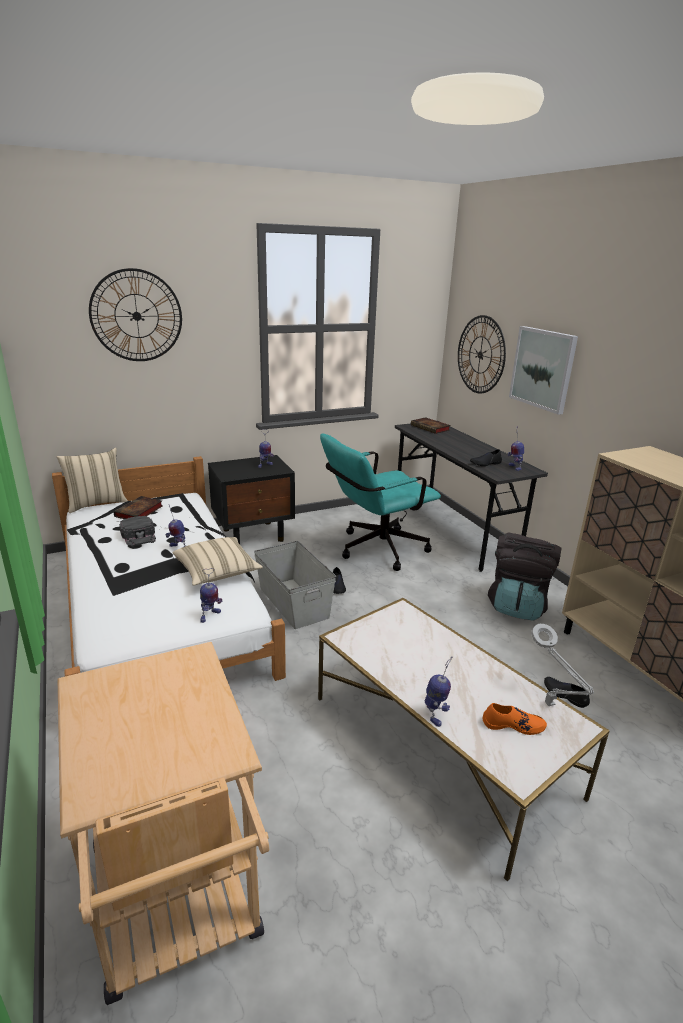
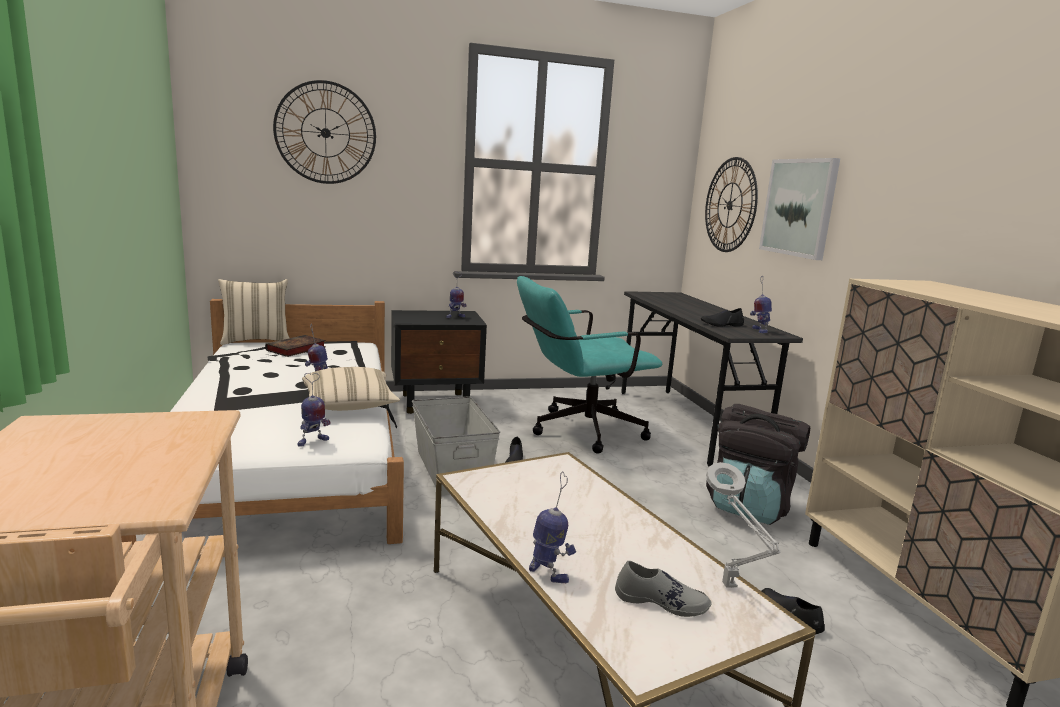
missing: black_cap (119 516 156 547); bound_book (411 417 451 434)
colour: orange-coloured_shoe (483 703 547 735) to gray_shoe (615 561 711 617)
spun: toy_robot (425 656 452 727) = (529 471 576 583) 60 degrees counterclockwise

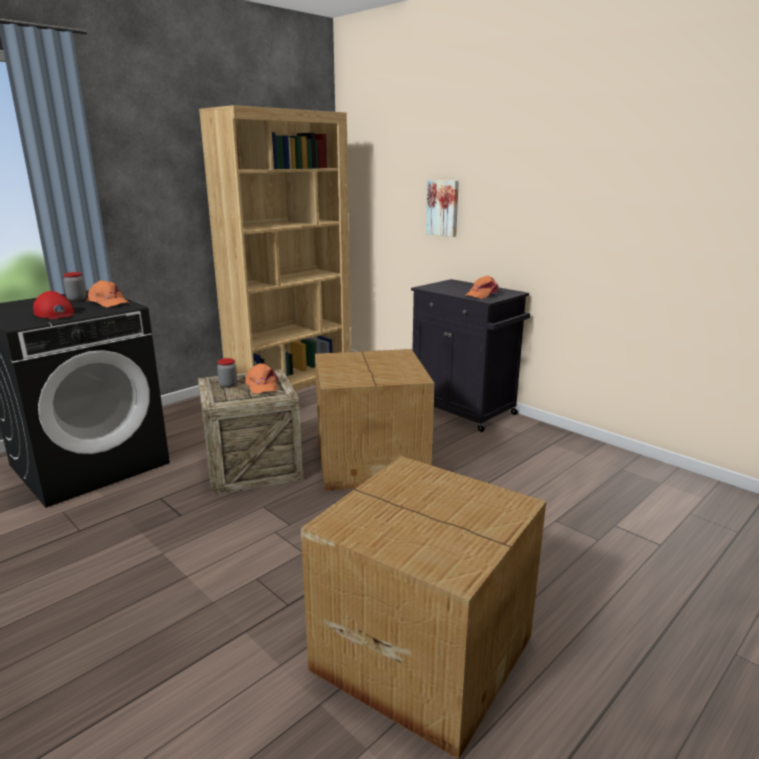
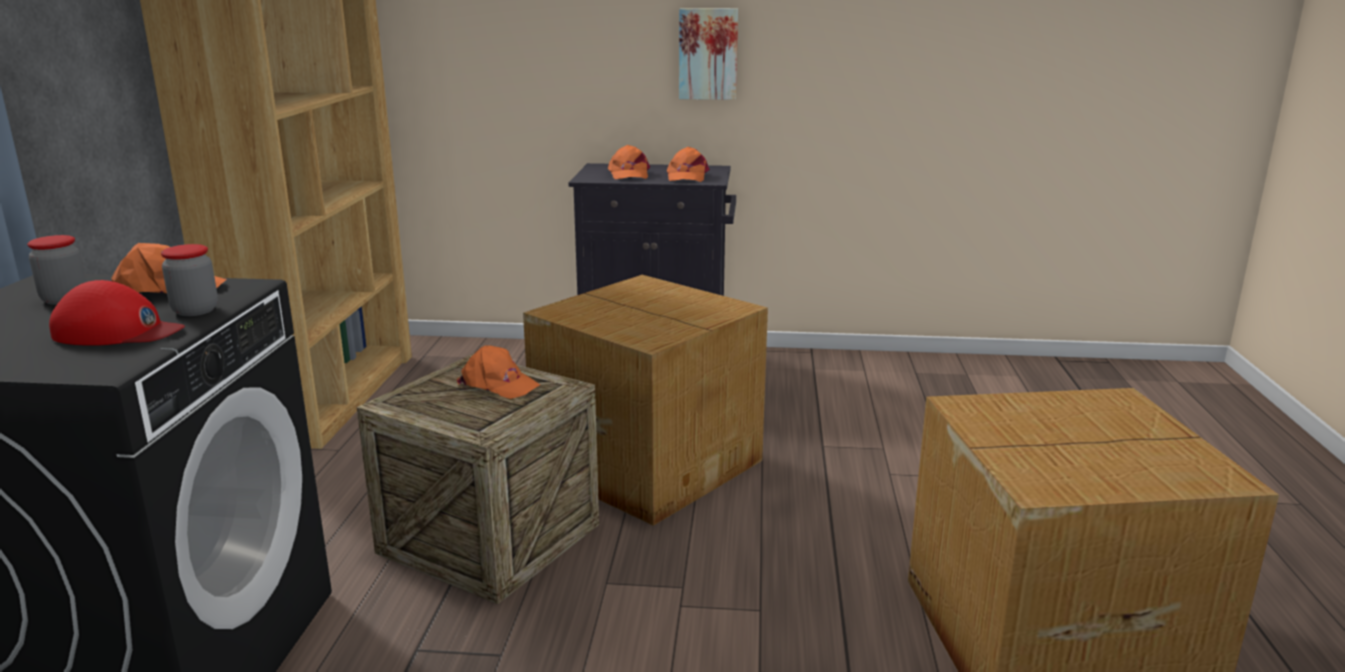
appeared: orange-coloured_cap (608 145 650 179)
relocated: preserve_jar (217 358 237 388) to (161 244 218 316); wall_picture (426 180 459 237) to (679 8 738 100)

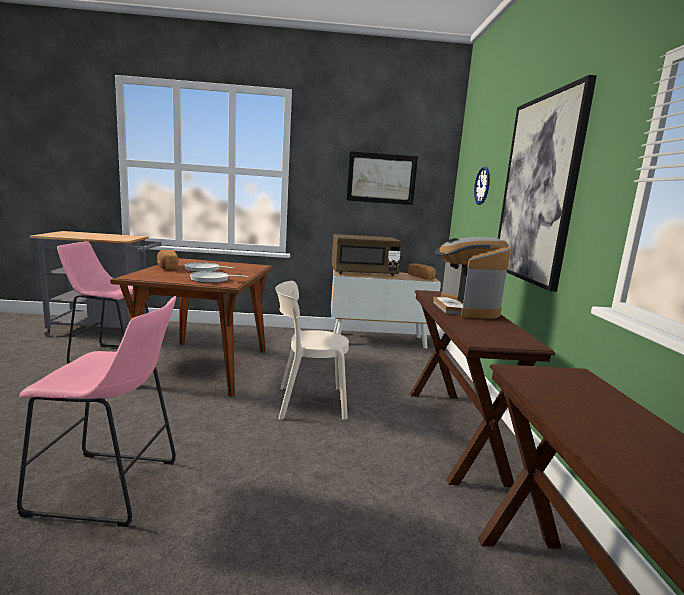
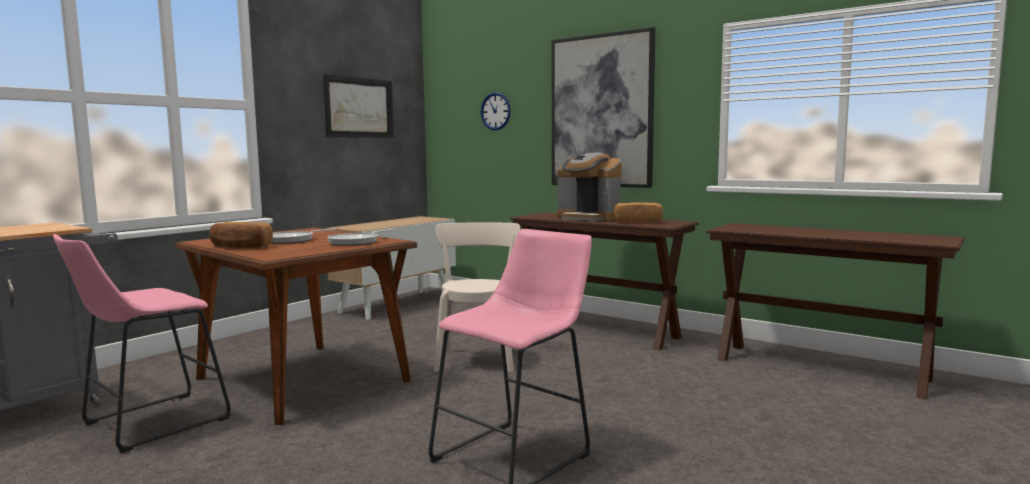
missing: brownish_kitchen_microwave (332 234 402 276)
relocated: bread (408 263 436 280) to (614 202 663 222)
spun: sand-coloured_upright_chair (275 281 349 420) = (434 222 520 372) 150 degrees clockwise

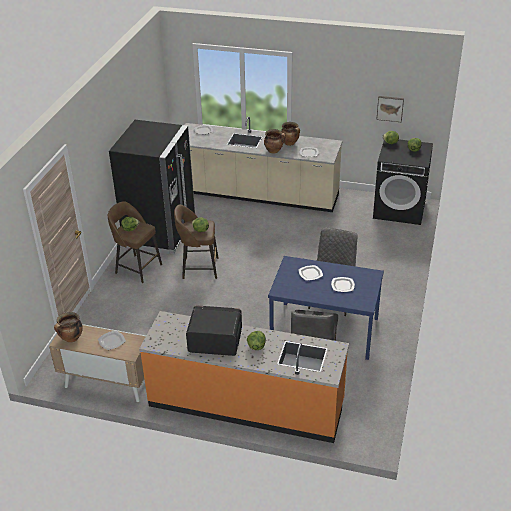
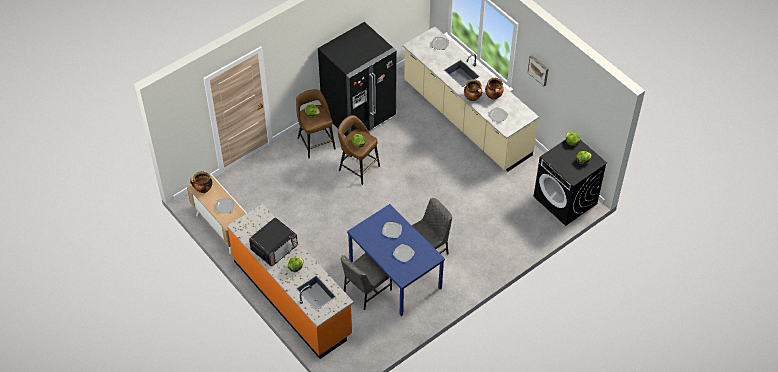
relocated: wall_picture (376 96 404 122) to (528 55 548 86)
spun: kitchen_microwave (186 305 242 356) = (249 218 298 267) 90 degrees clockwise

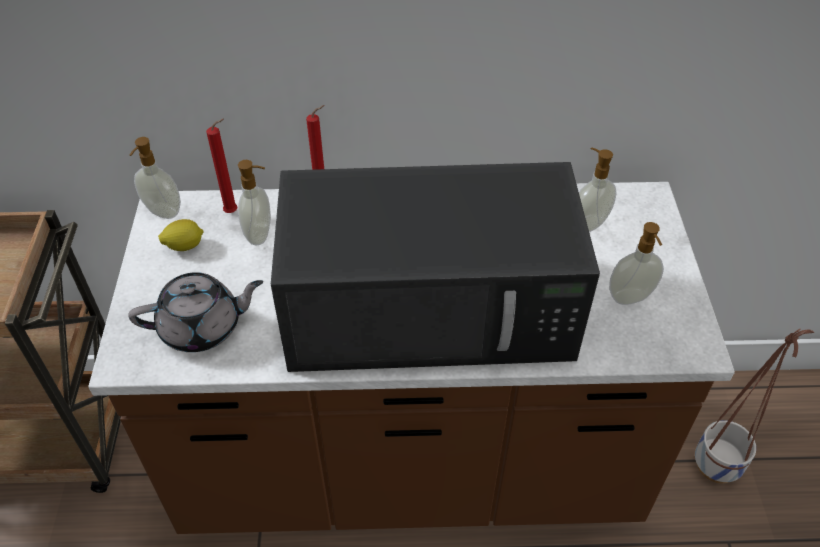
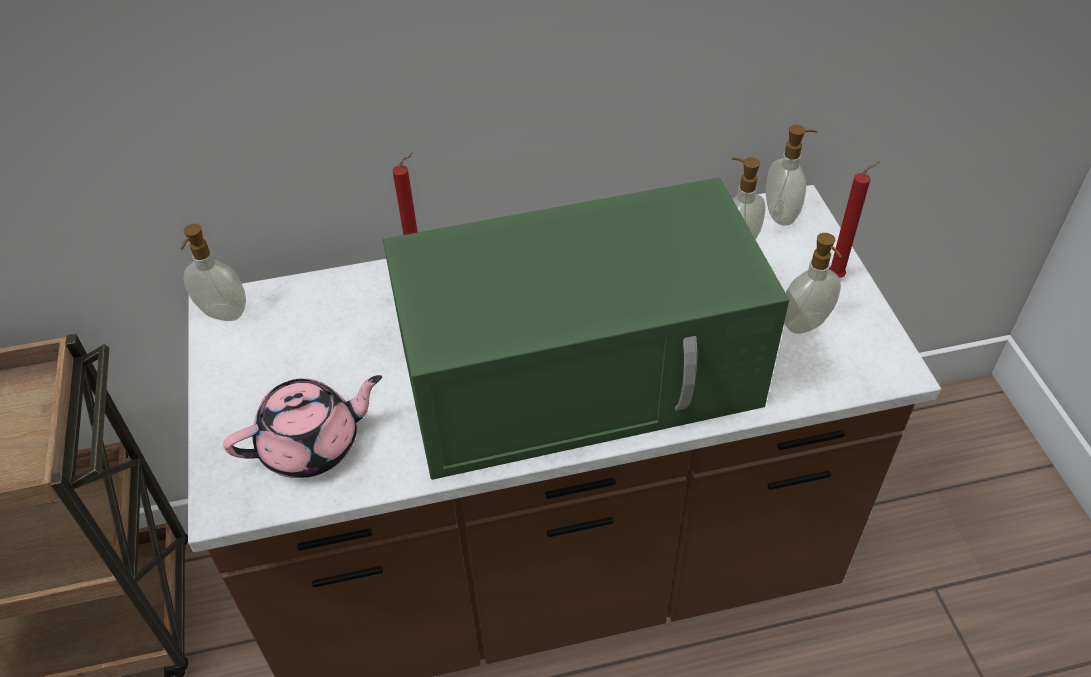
missing: whole_lemon (158 219 204 251); plant_pot (695 329 815 484)
relocated: reddish_candle (206 119 238 213) to (829 161 880 278); liquid_soap_bottle (238 160 271 245) to (765 125 817 226)
colour: gray_pot_for_tea (128 272 263 352) to pink-coloured_pot_for_tea (223 375 382 478); black_kitchen_microwave (271 162 600 372) to greenish_kitchen_microwave (383 177 789 480)

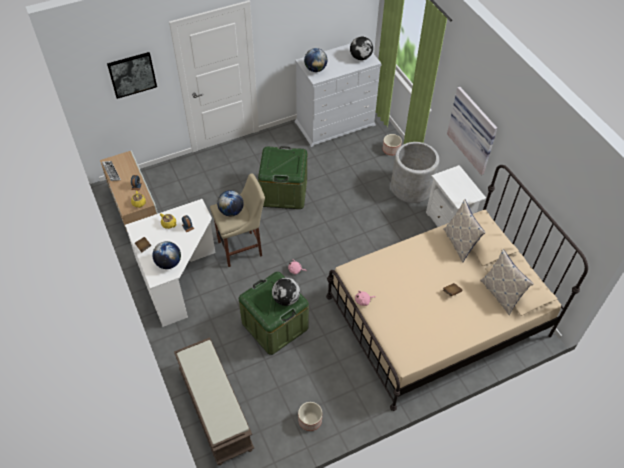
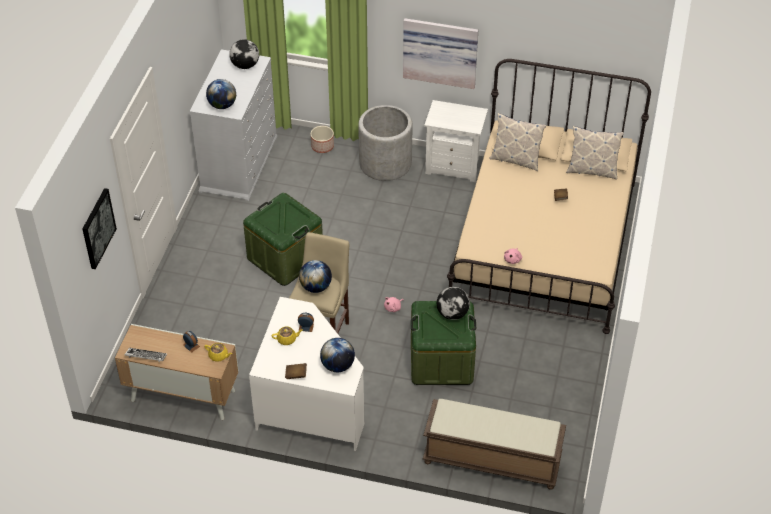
missing: plant_pot (298 402 322 431)

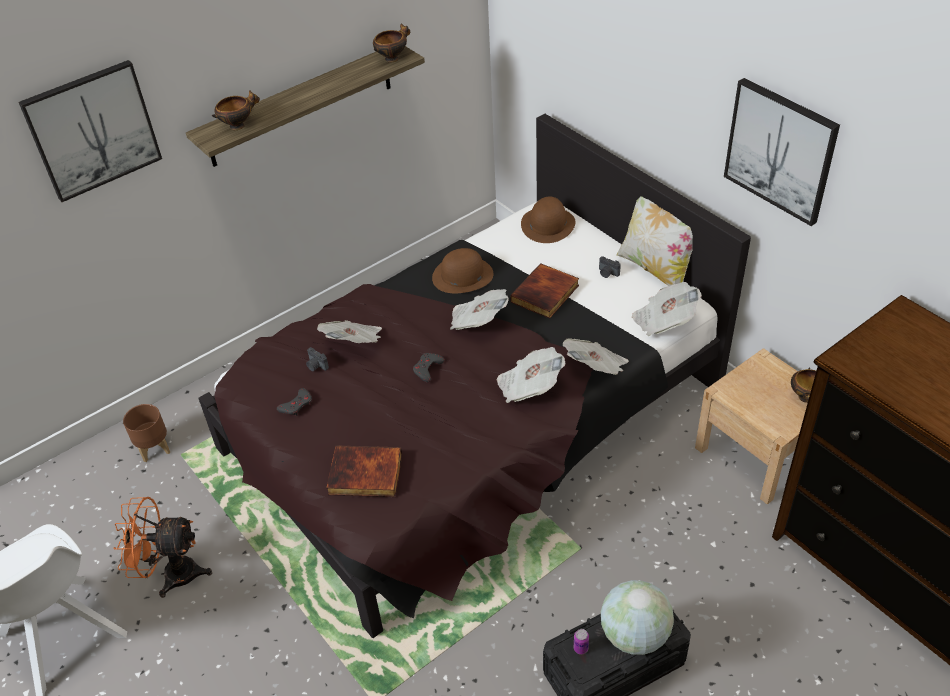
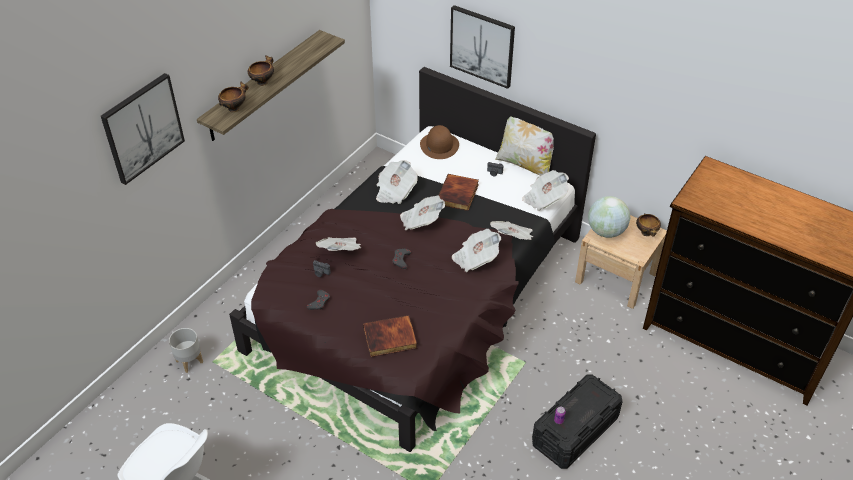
missing: orange-coloured_electric_fan (113 497 212 598)
relocated: serving_bowl (373 23 410 63) to (248 55 274 86); globe (601 580 674 655) to (588 196 631 238); wall_picture (724 78 840 226) to (450 5 515 89)
exchanged: brownish_wearable_hat (432 248 493 293) to daily_paper (376 160 418 204)
colour: brownish_plant_pot (123 404 170 462) to gray_plant_pot (169 328 203 373)

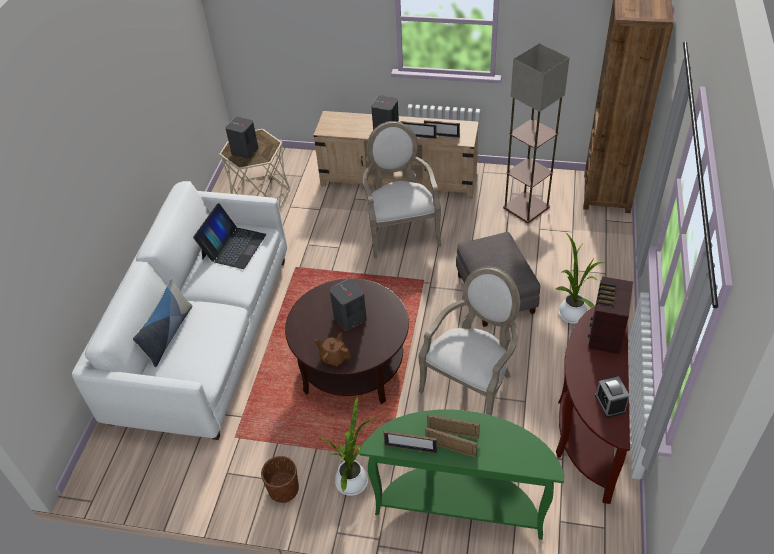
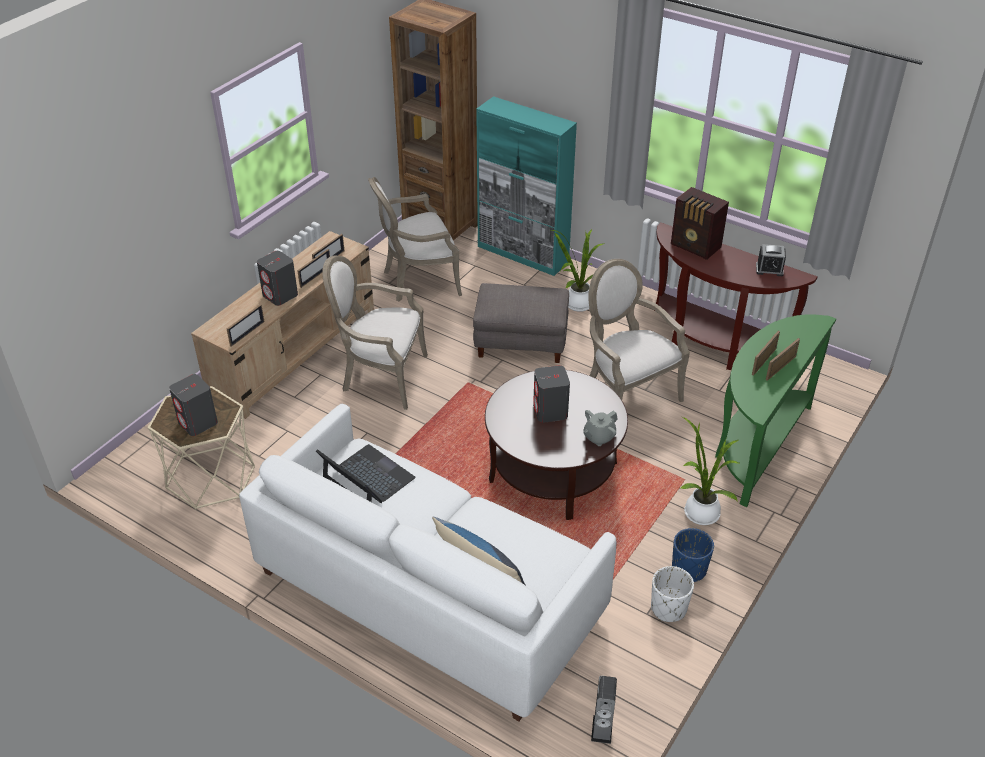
appeared: turquoise_cupboard (476 96 577 276); loudspeaker (591 676 617 744); white_plant_pot (651 566 694 622)
relocated: standing_frame (383 431 437 454) to (227 304 264 347)
exchanged: standard_lamp (503 43 570 223) to lounge_chair (368 177 462 301)
colour: brownish_plant_pot (261 456 299 503) to blue_plant_pot (672 528 714 582); brownish_pot_for_tea (314 332 351 366) to gray_pot_for_tea (583 410 618 446)

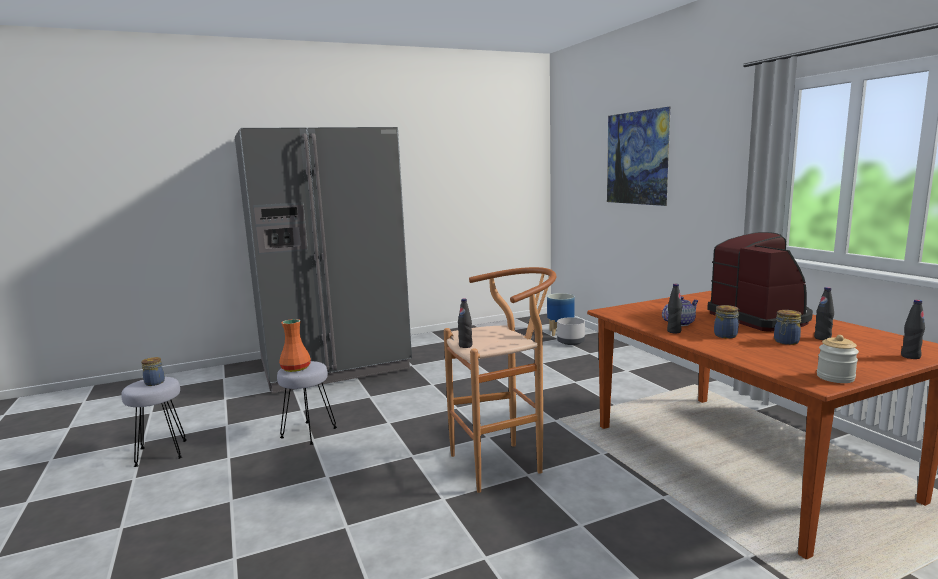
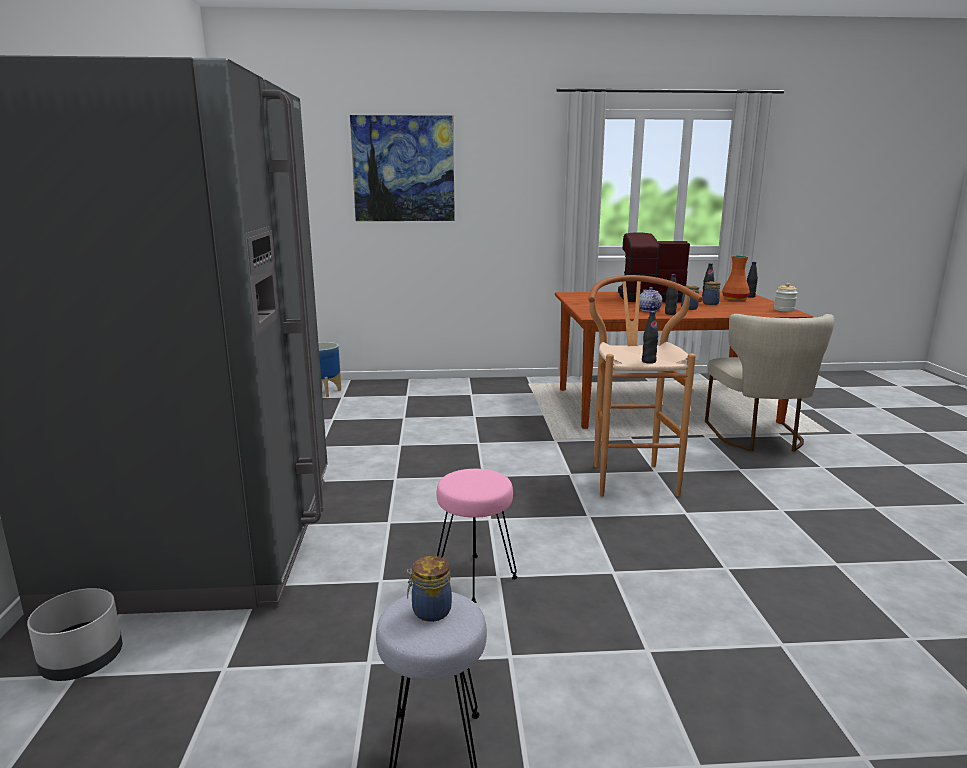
appeared: sand-coloured_upright_chair (705 314 835 451)
relocated: orange-coloured_flower_vase (279 319 311 372) to (722 255 750 300); gray_plant_pot (557 317 585 345) to (27 588 122 681)
colour: gray_stool_seat (277 361 337 445) to pink-coloured_stool_seat (437 469 518 603)

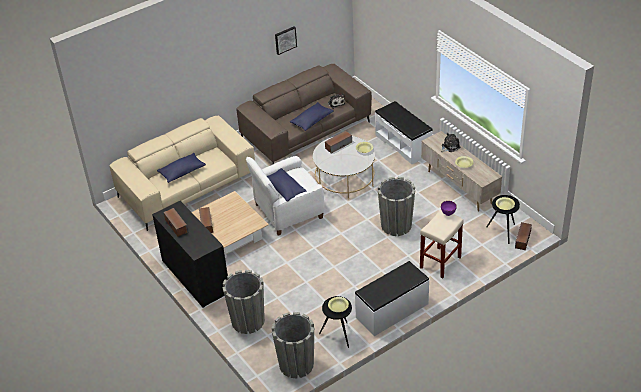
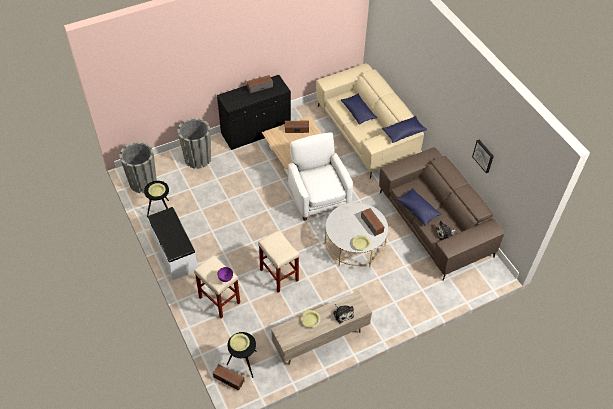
missing: white_long_seat (375 101 433 164)
relocated: blue_pillow (267 168 306 202) to (382 116 427 143)
exchanged: gray_plant_pot (378 177 415 236) to sand-coloured_stool_seat (258 230 299 293)

